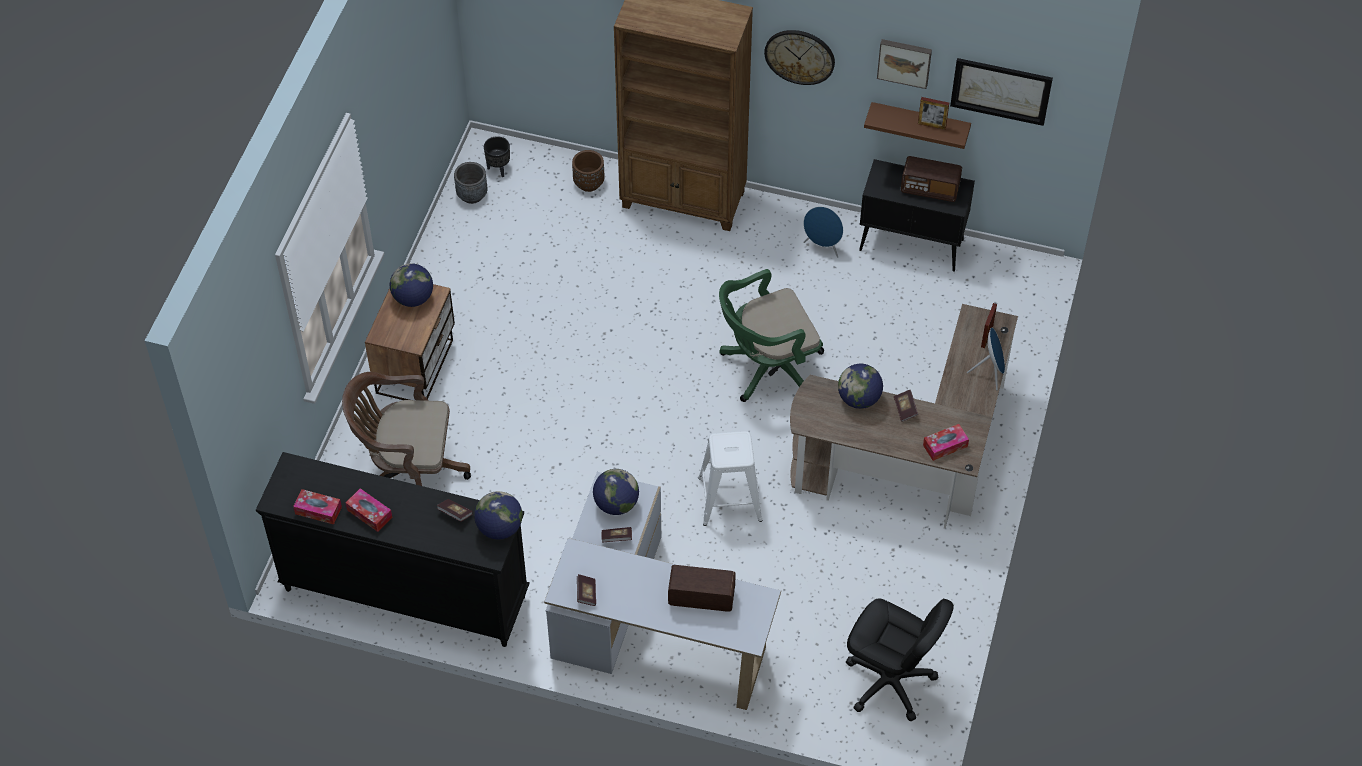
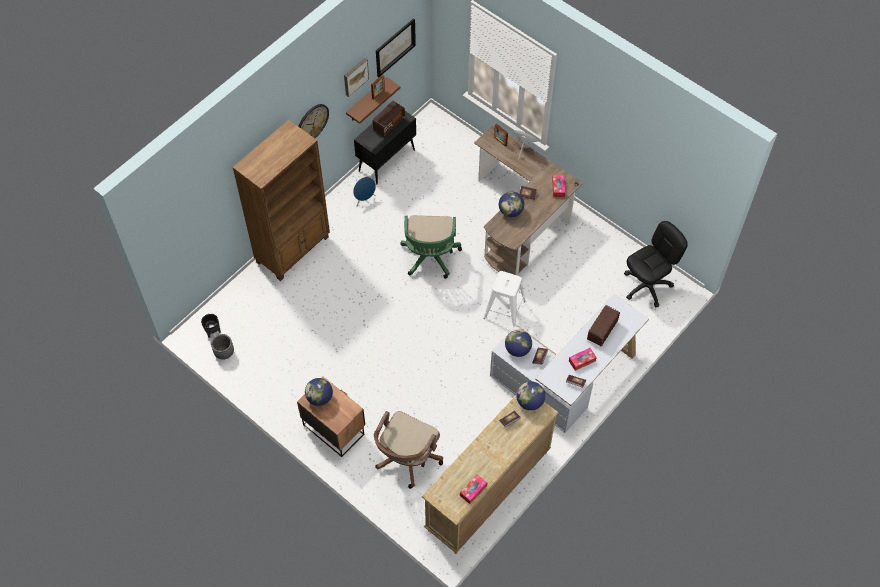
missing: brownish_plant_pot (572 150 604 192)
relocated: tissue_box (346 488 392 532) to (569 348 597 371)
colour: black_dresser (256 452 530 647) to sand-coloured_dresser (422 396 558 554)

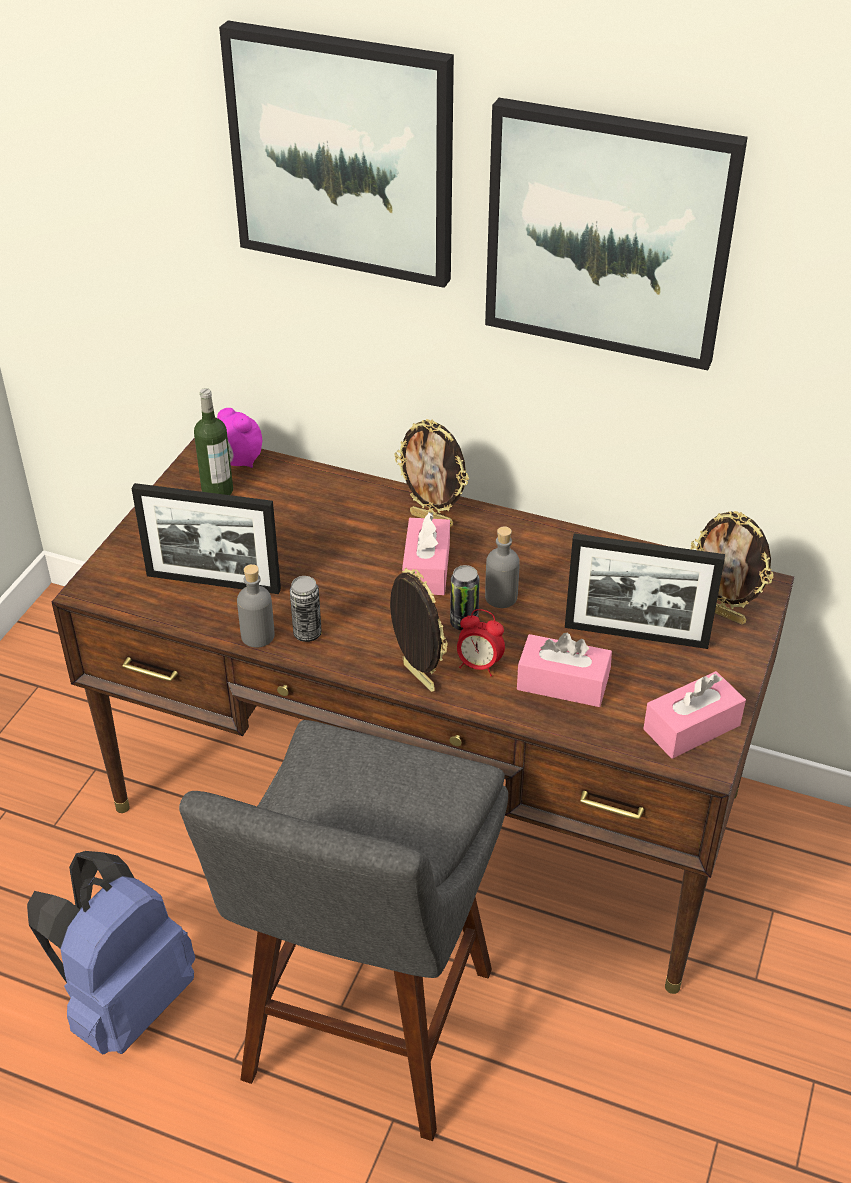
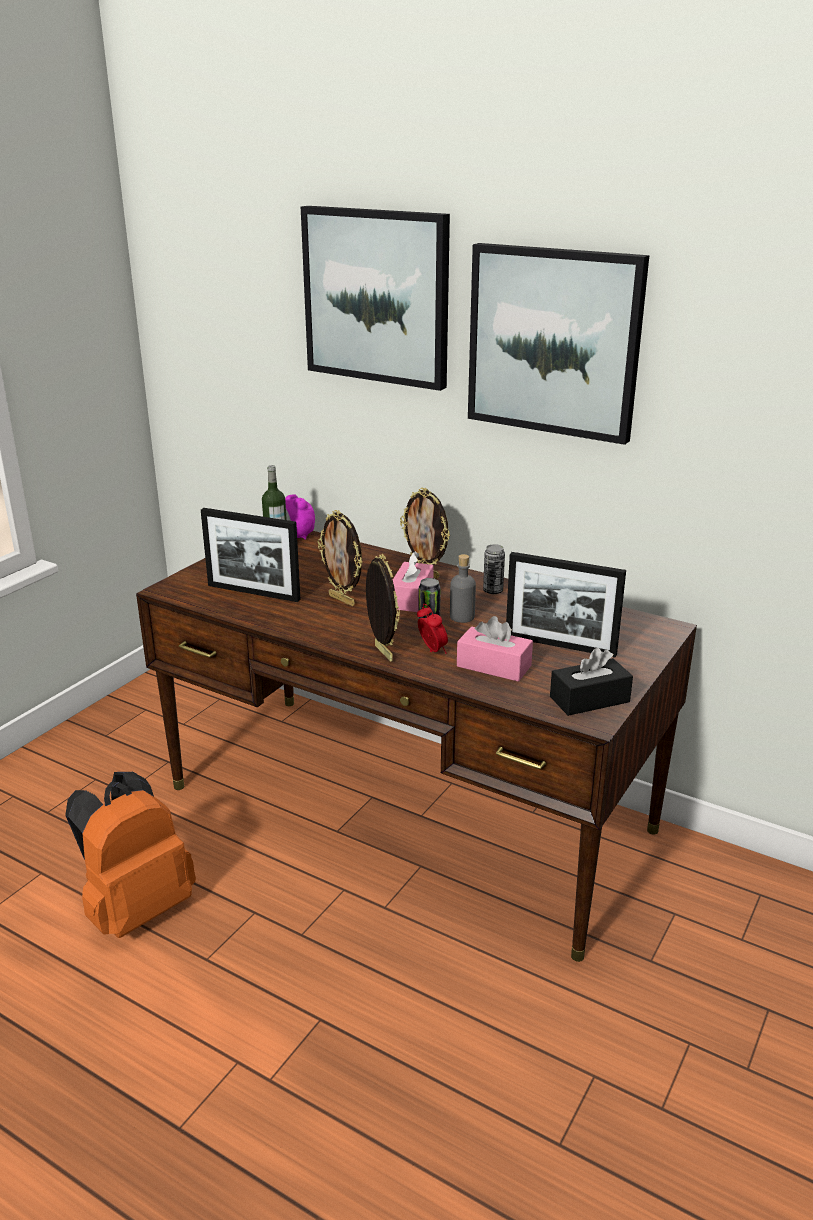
missing: gray_stool_seat (179 720 508 1141); gray_bottle (237 564 275 648)
relocated: metal_can (290 576 322 642) to (483 544 505 594); standing_frame (691 511 774 624) to (318 510 362 606)
colour: blue_rucksack (27 851 195 1055) to orange-coloured_rucksack (65 772 196 938); pink-coloured_tissue_box (643 671 746 759) to black_tissue_box (550 648 633 716)
spun: alarm_clock (457 609 505 676) = (417 604 448 654) 150 degrees counterclockwise

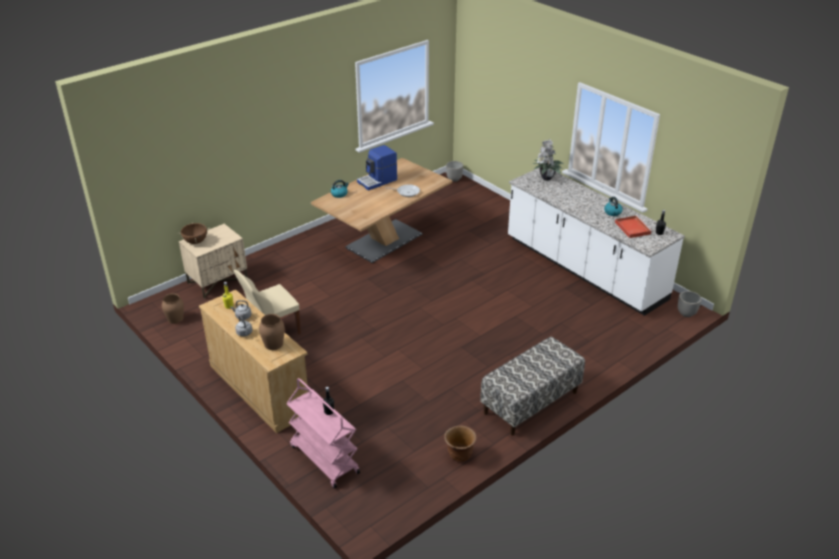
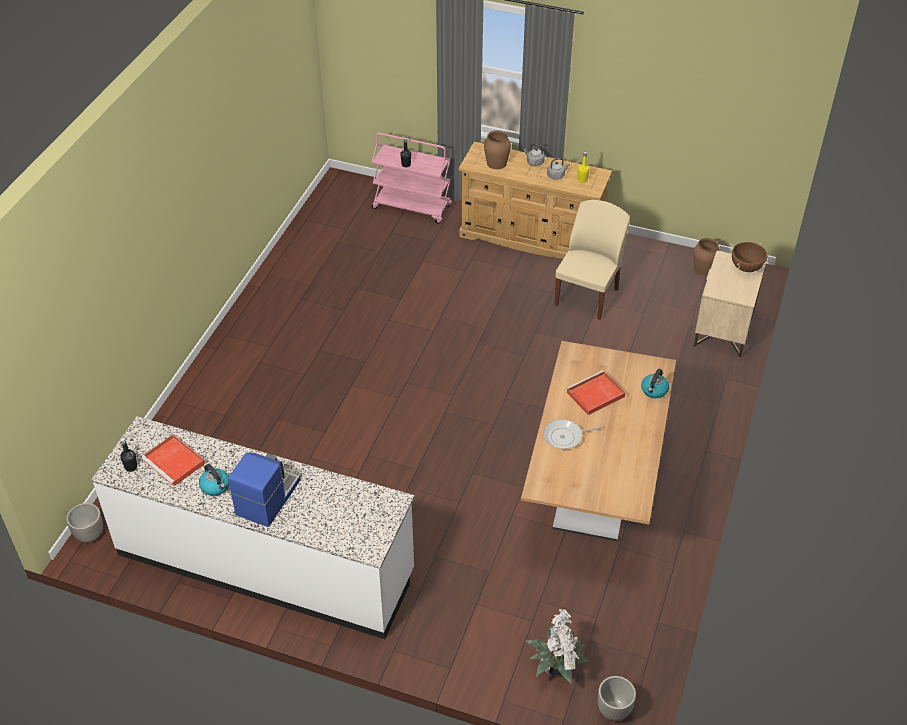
missing: brownish_plant_pot (444 426 477 462); long_seat (480 337 585 436)
appeared: reddish_tray (566 370 625 415)
relocated: coffee_machine (357 145 397 191) to (228 453 301 527); potted_plant (533 139 564 180) to (526 609 589 684)

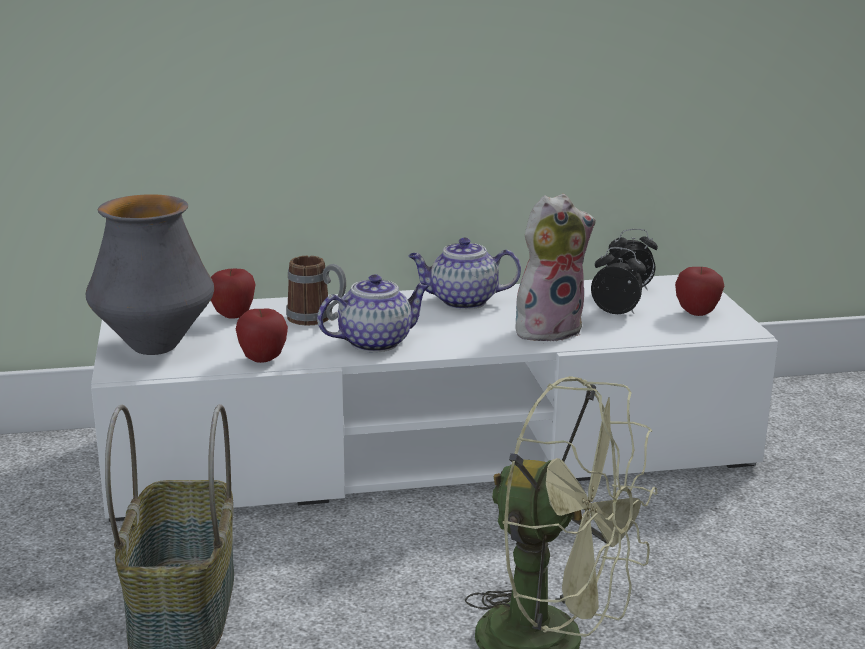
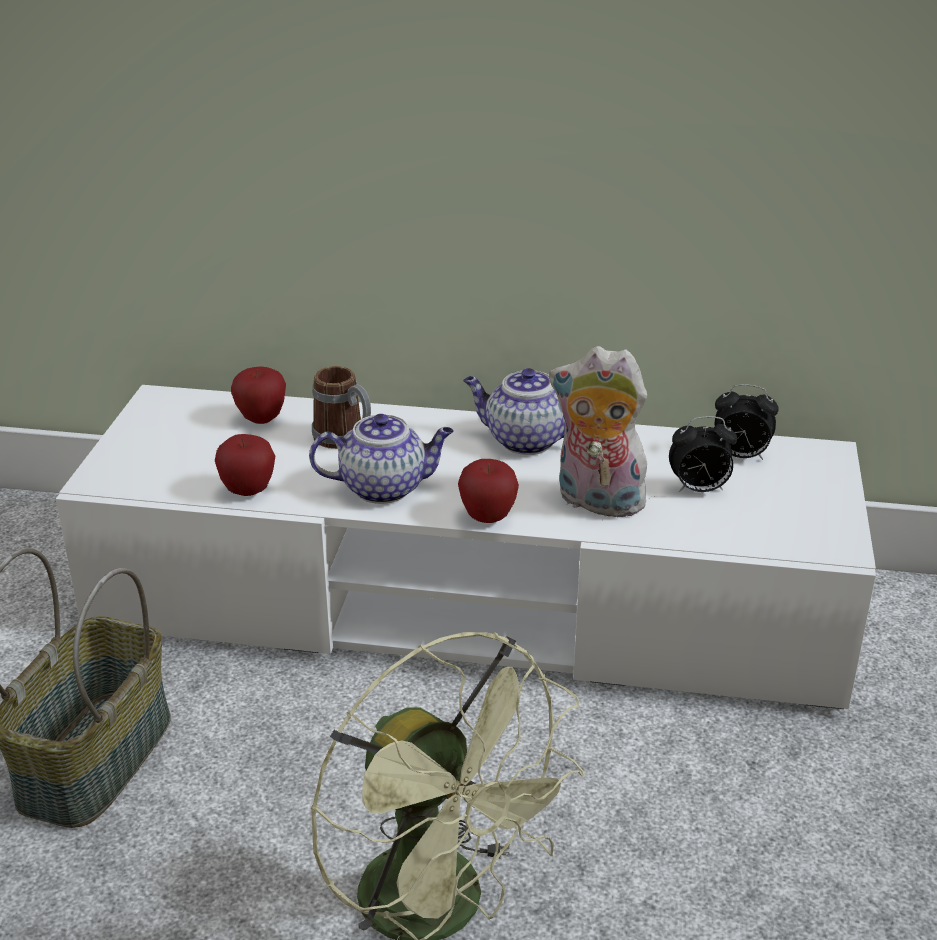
missing: flower_vase (86 194 214 355)
relocated: apple (675 267 724 316) to (458 459 519 523)
spun: plush_toy (516 194 596 341) = (549 346 652 517) 150 degrees counterclockwise; alarm_clock (591 247 646 314) = (669 416 738 492) 135 degrees clockwise

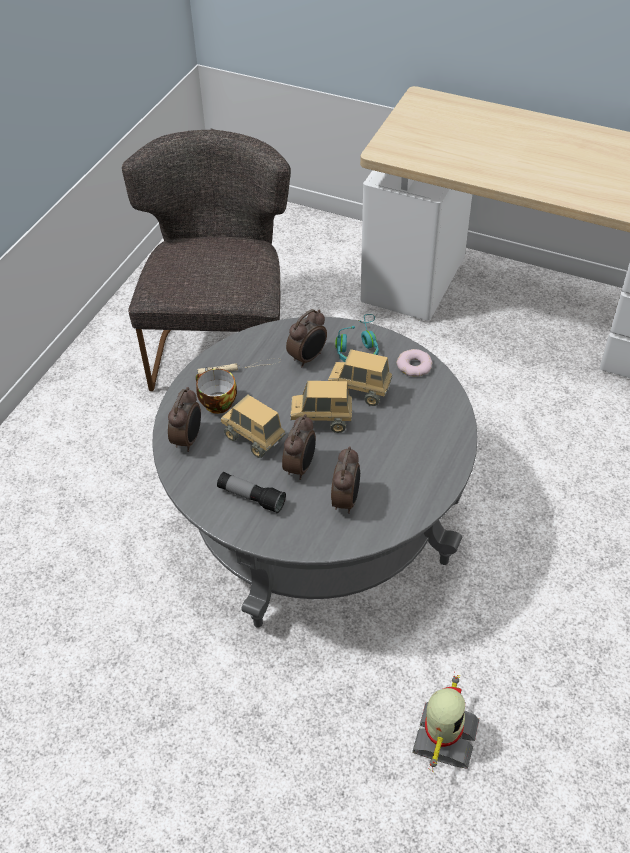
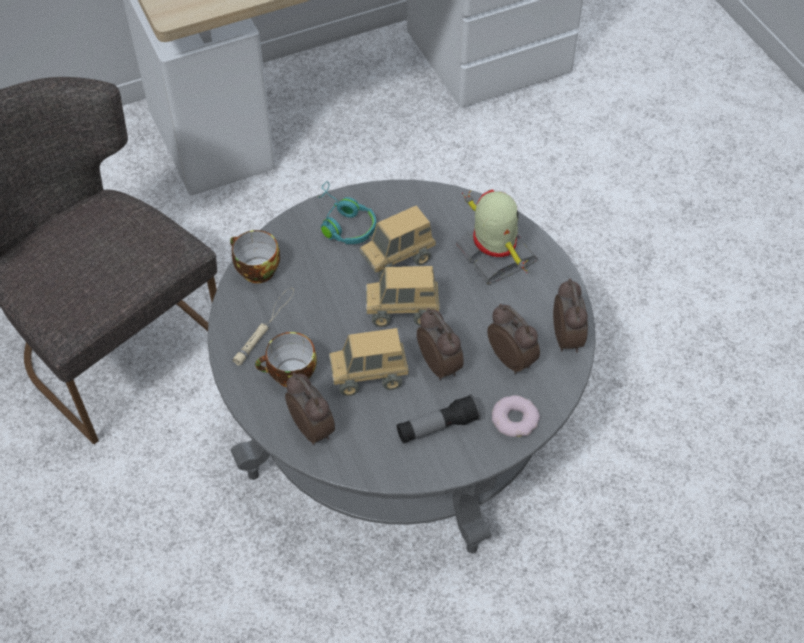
appeared: drinking_cup (230 230 280 283)
relocated: alarm_clock (286 309 327 367) to (553 279 588 353); doughnut (396 349 433 377) to (492 395 540 437); toy_robot (412 675 479 773) to (456 189 538 285)
spun: model_truck (290 381 352 433) = (366 266 440 327) 45 degrees clockwise

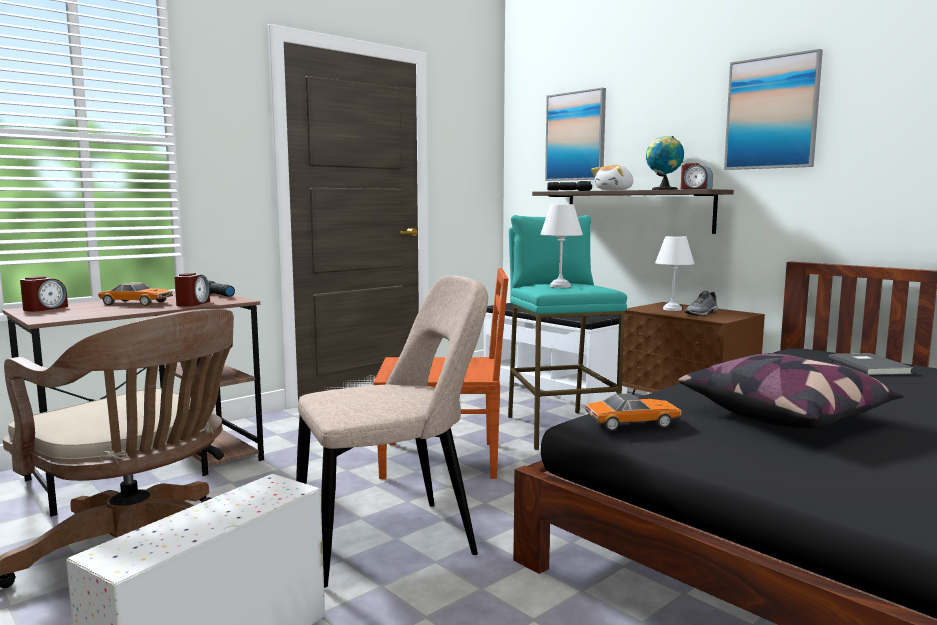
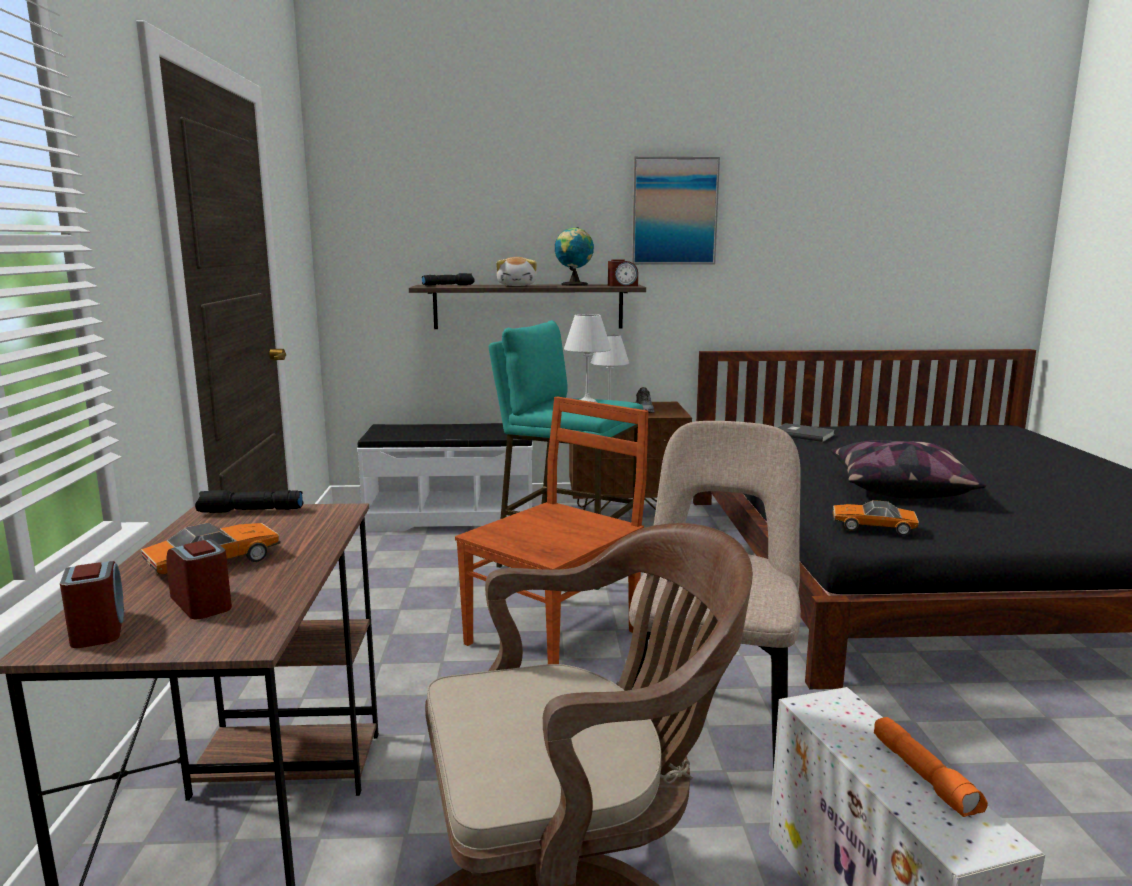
missing: wall_picture (545 88 606 181)
appeared: orange-coloured_torch (874 717 988 817)
relocated: alarm_clock (175 273 210 307) to (166 539 232 619)
spun: model_car (585 393 681 431) = (832 500 919 535) 105 degrees counterclockwise

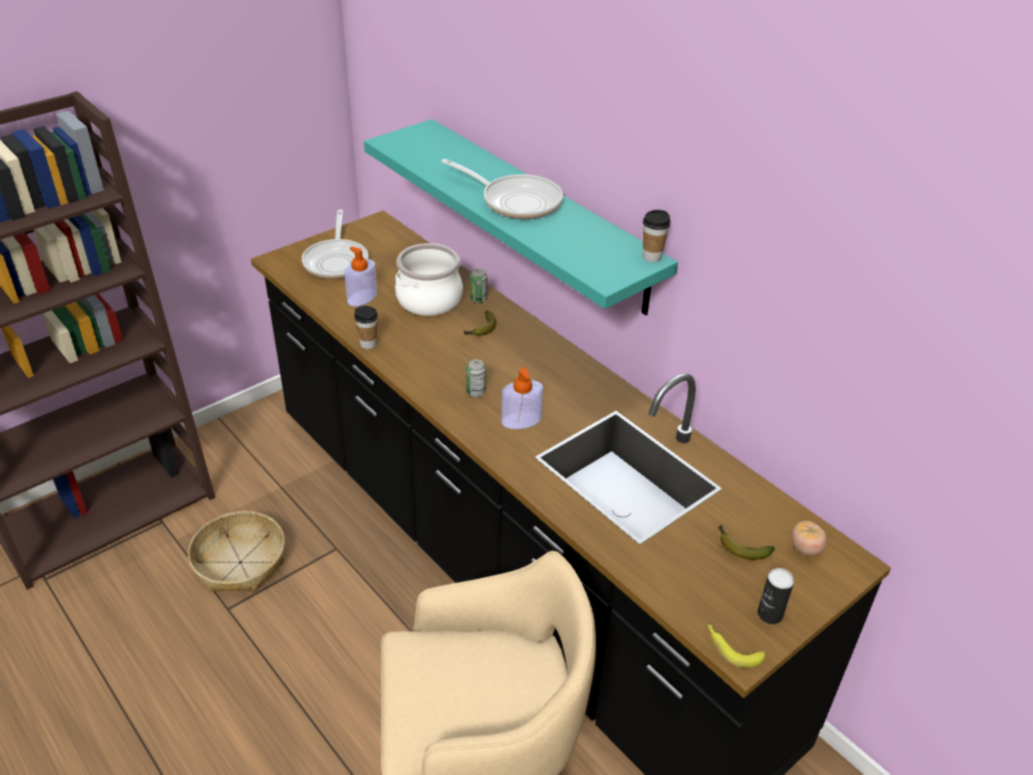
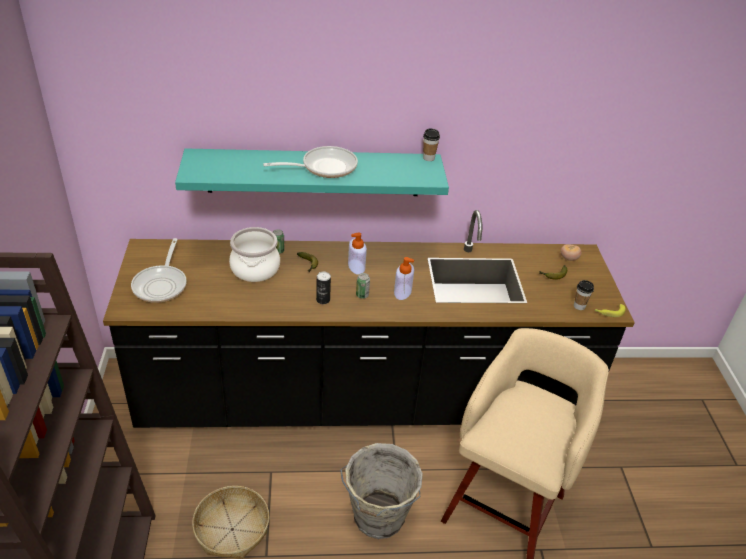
appeared: gray_pail (340 443 423 539)
relocated: liquid_soap_bottle (345 246 377 306) to (348 232 367 275); drinking_cup (354 306 378 349) to (574 280 594 310); metal_can (757 568 794 624) to (316 271 331 304)
spun: skillet (302 209 369 279) = (131 238 187 303) 60 degrees clockwise

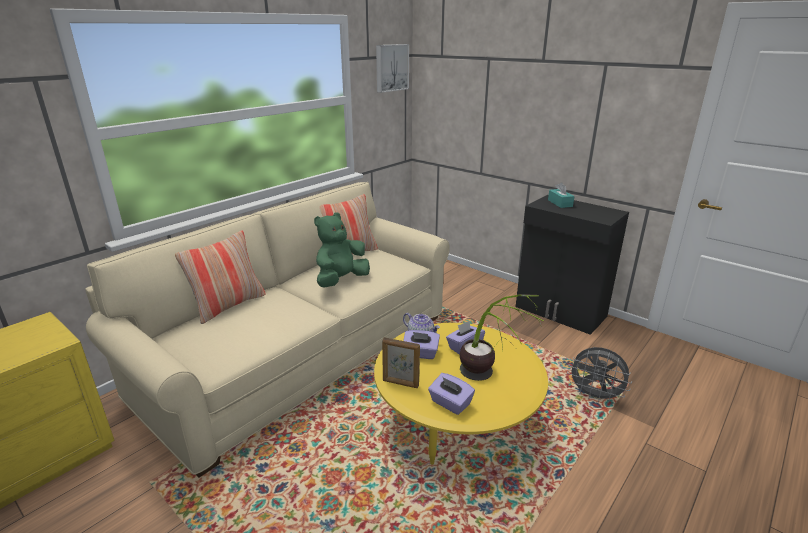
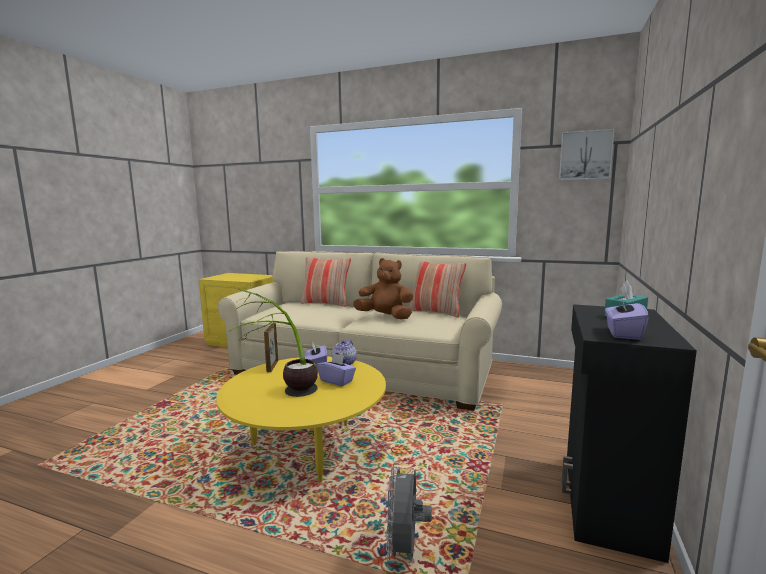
relocated: purple_tissue_box (428 373 475 415) to (605 294 649 340)
colour: greenish_plush_toy (314 213 370 288) to brownish_plush_toy (353 258 414 320)

